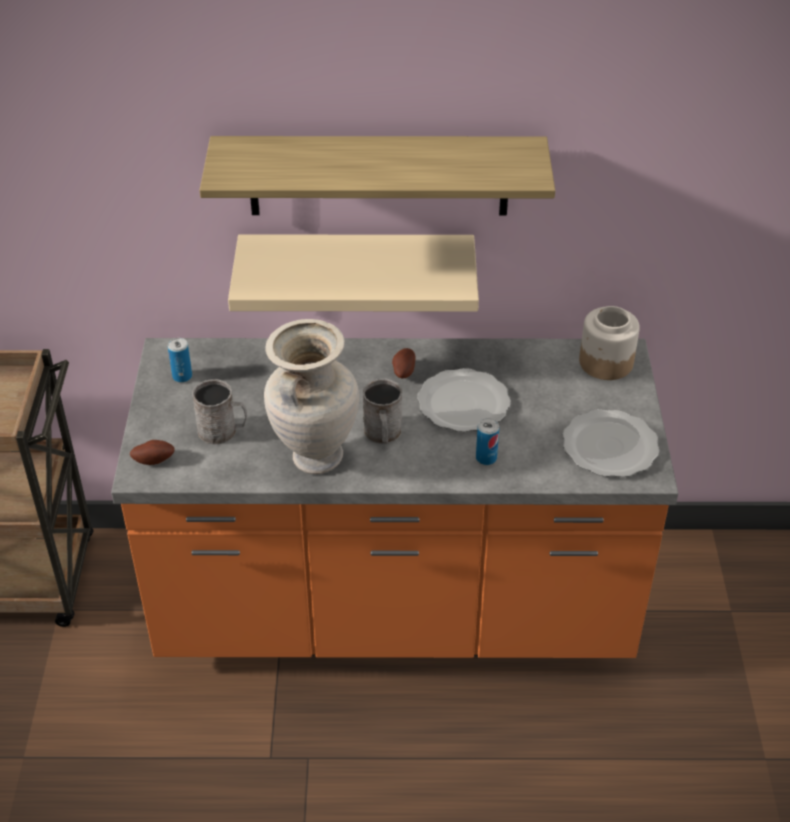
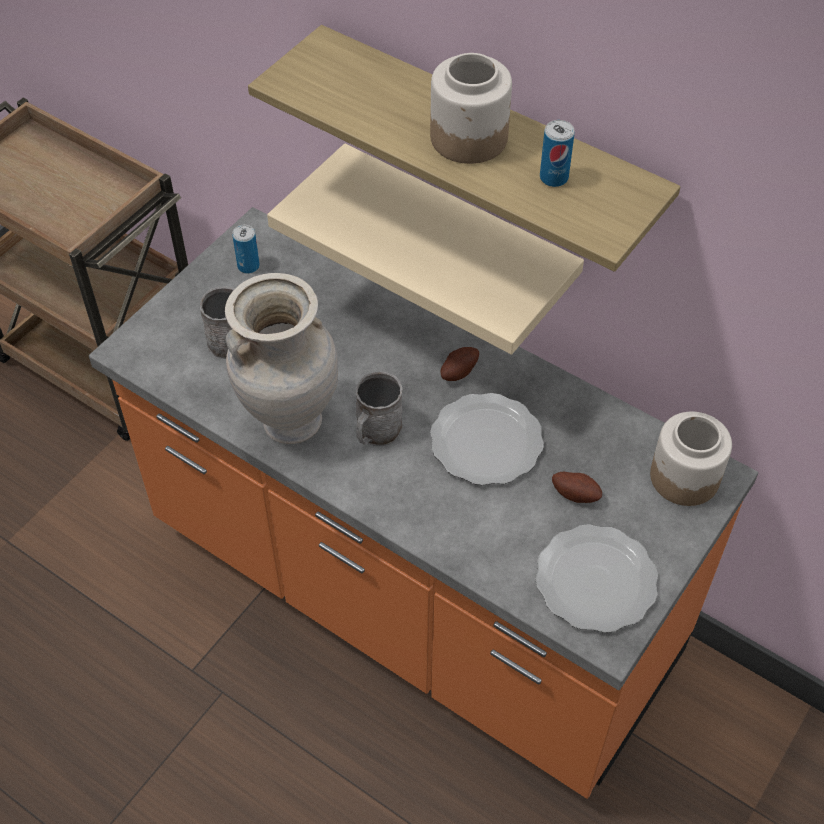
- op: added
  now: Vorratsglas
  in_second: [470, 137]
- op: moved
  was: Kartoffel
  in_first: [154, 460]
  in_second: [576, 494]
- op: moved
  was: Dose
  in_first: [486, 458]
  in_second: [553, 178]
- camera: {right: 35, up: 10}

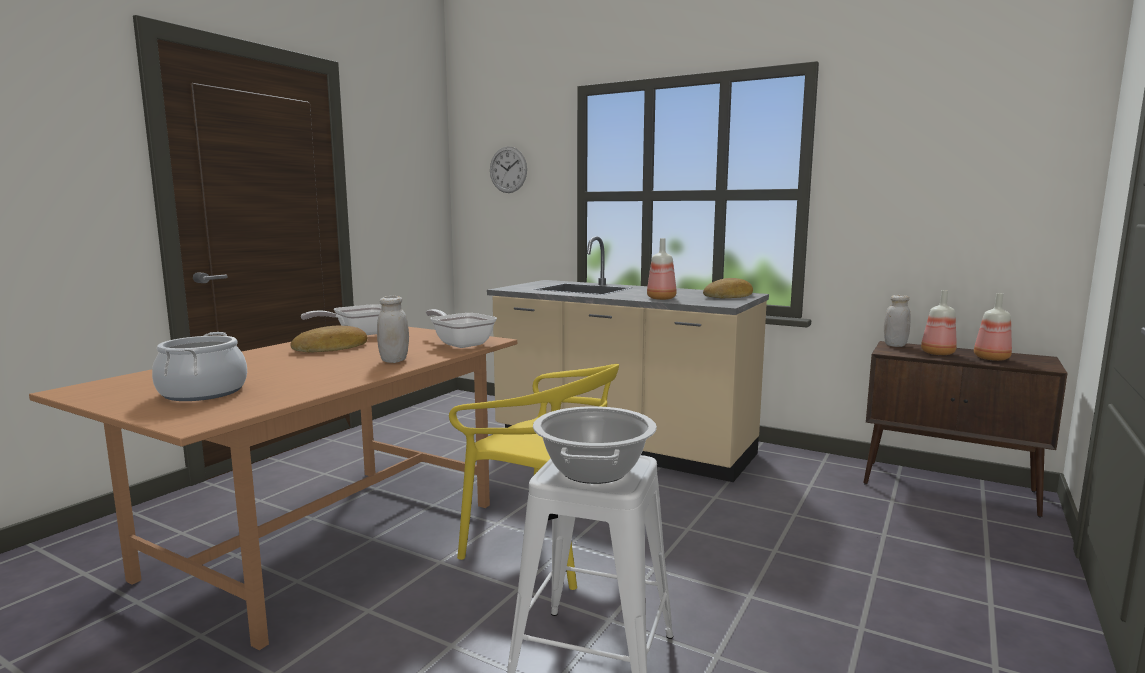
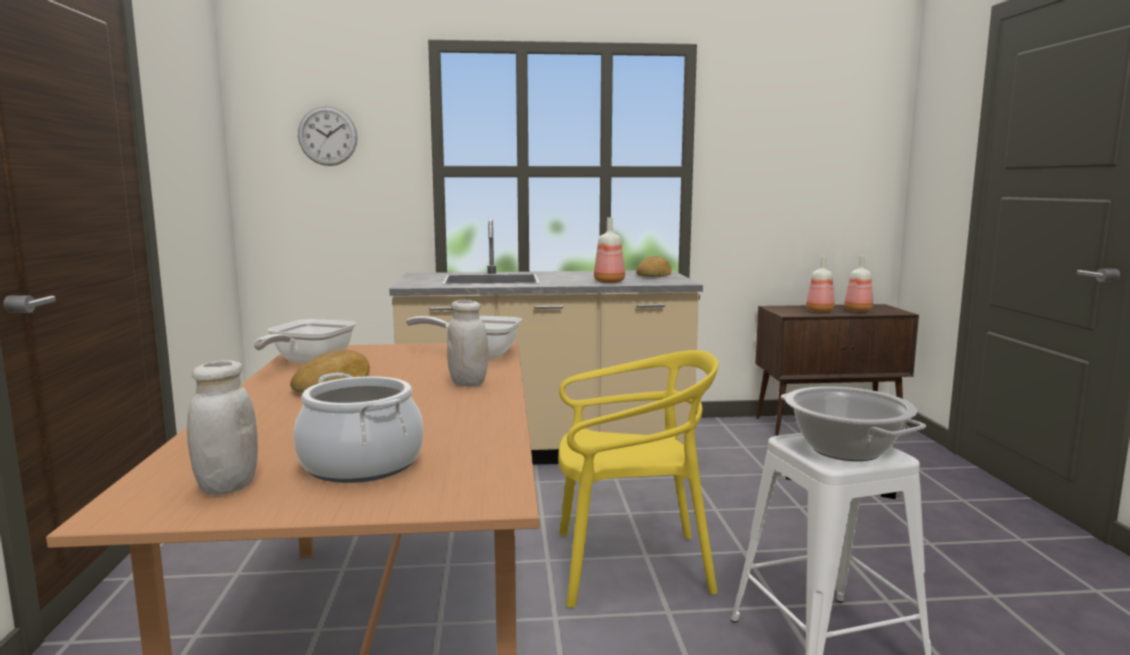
- op: moved
  was: Vorratsglas [weiß]
  in_first: [895, 345]
  in_second: [227, 486]
- camera: {right: -35, up: 0}

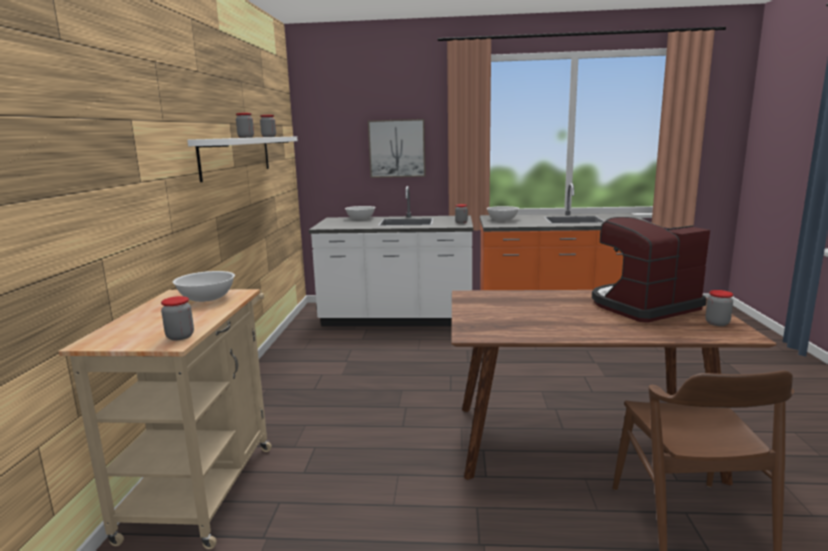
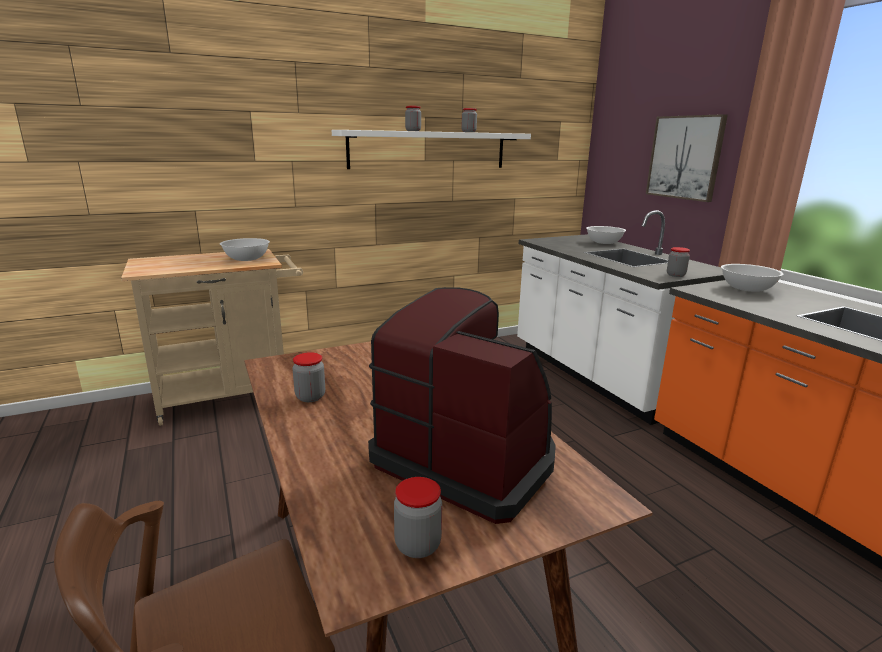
- op: moved
  was: Vorratsglas
  in_first: [180, 336]
  in_second: [310, 397]
- camera: {right: 60, up: 5}

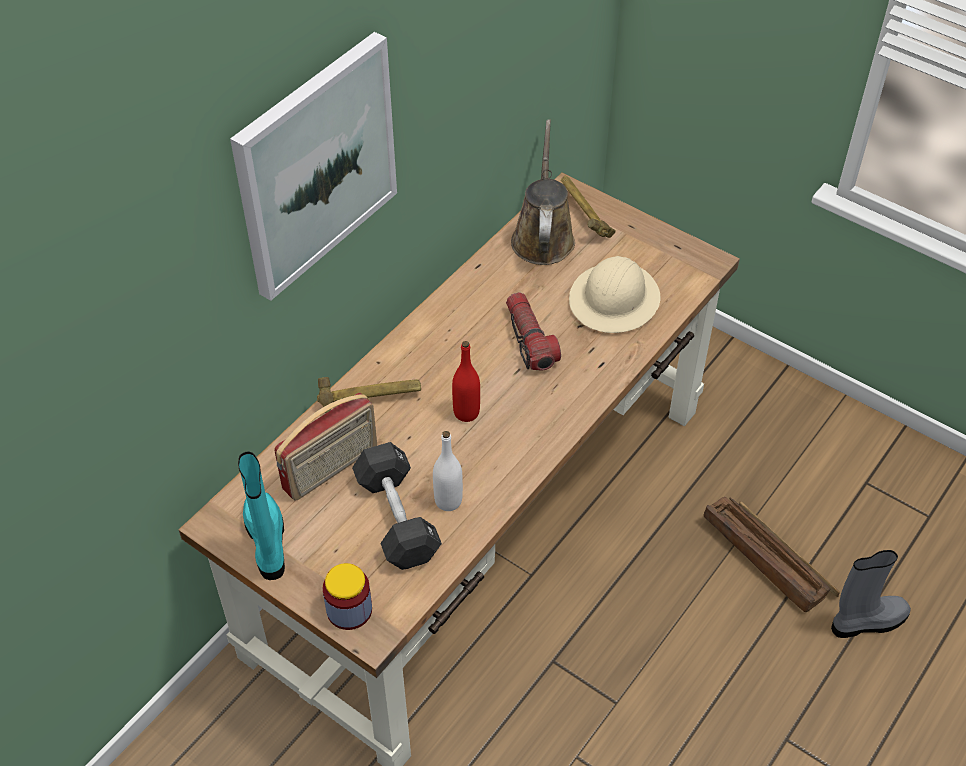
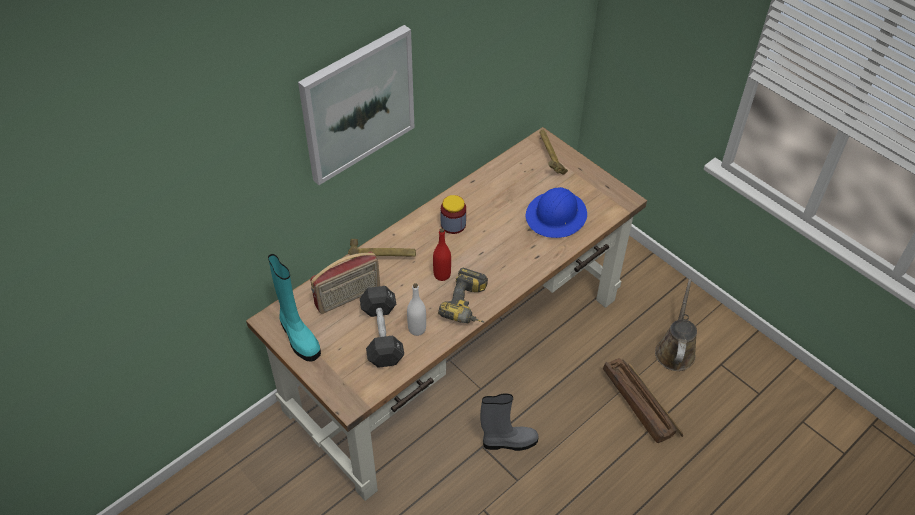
- op: removed
  was: Taschenlampe
  in_first: [530, 340]
- op: added
  now: Bohrmaschine
  in_second: [469, 306]
- op: moved
  was: Vorratsglas
  in_first: [349, 610]
  in_second: [453, 224]
- op: moved
  was: Gießkanne [braun]
  in_first: [543, 237]
  in_second: [675, 350]
- op: moved
  was: Stiefel [grau]
  in_first: [866, 622]
  in_second: [508, 442]
- op: recoloured
  was: Schutzhelm [beige]
  now: Schutzhelm [blau]
  in_first: [614, 300]
  in_second: [556, 216]
- op: turned
  was: Stiefel [türkis]
  in_first: [267, 542]
  in_second: [298, 336]
  clockwise: 150
- camera: {right: 10, up: 0}

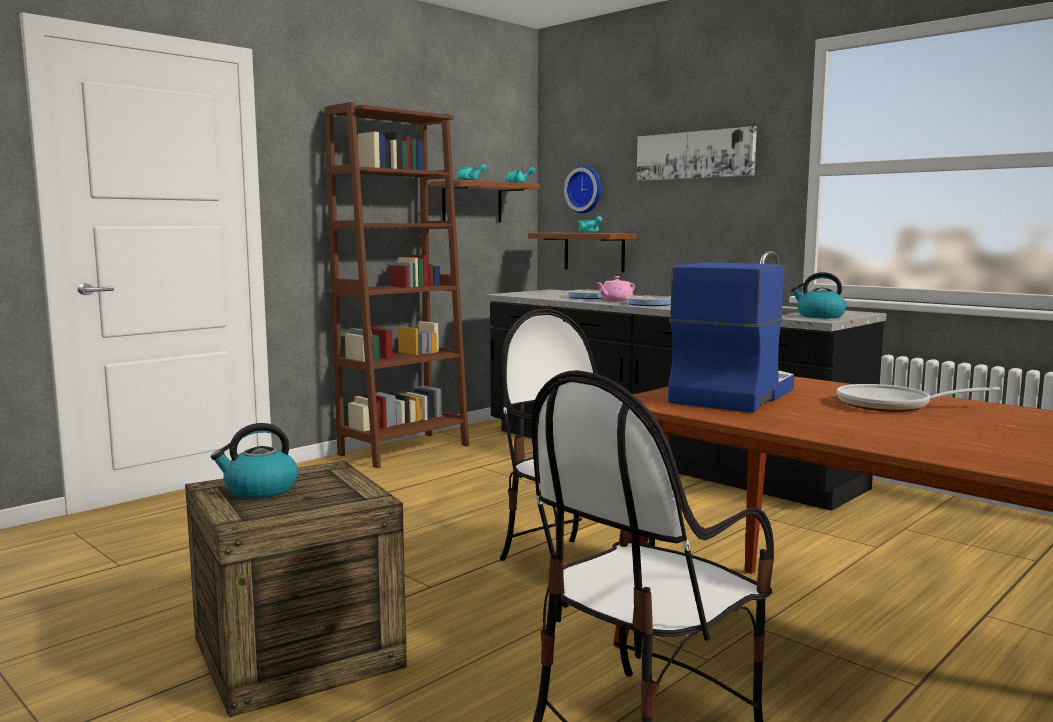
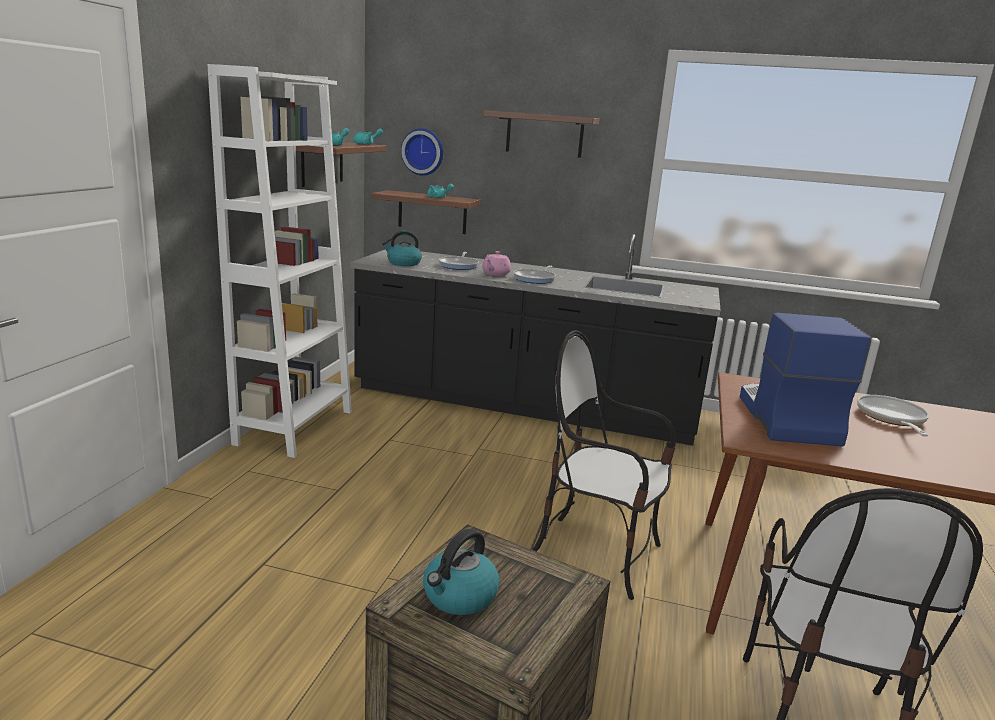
- op: moved
  was: Wasserkessel
  in_first: [819, 316]
  in_second: [403, 263]
- op: replaced
  was: Bild
  now: Wandregal
  in_first: [695, 155]
  in_second: [544, 134]
- op: recoloured
  was: Bücherregal [braun]
  now: Bücherregal [weiß]
  in_first: [404, 450]
  in_second: [295, 427]
- op: turned
  was: Pfanne
  in_first: [891, 405]
  in_second: [892, 418]
  clockwise: 120
- camera: {right: -30, up: 10}

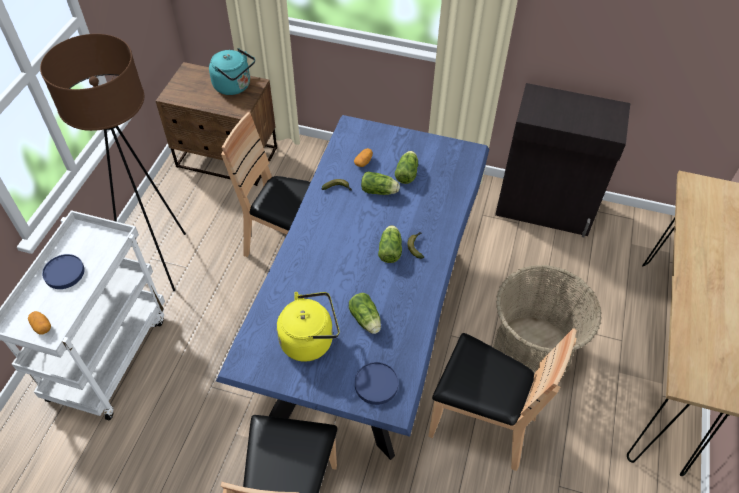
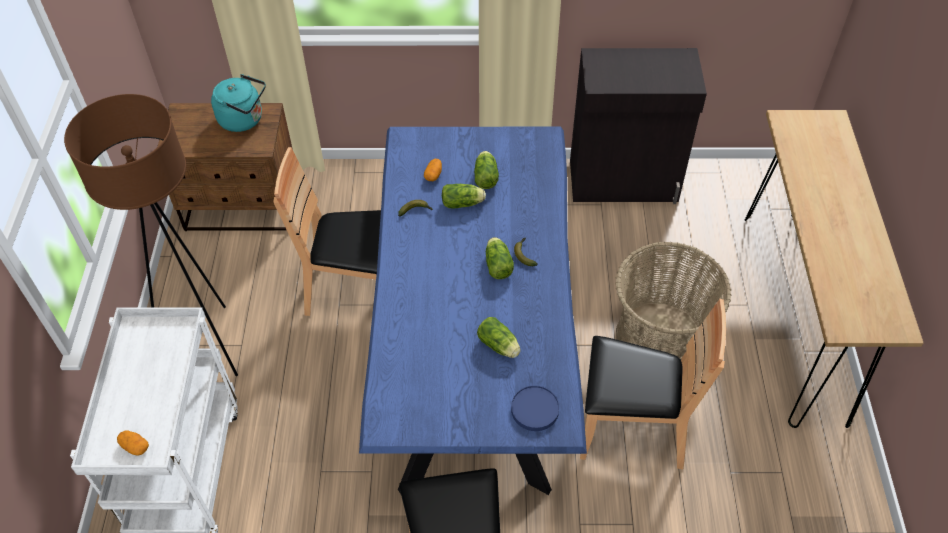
- op: removed
  was: Teller [blau]
  in_first: [64, 273]
- op: removed
  was: Wasserkessel [gelb]
  in_first: [310, 340]
- camera: {right: -15, up: 0}

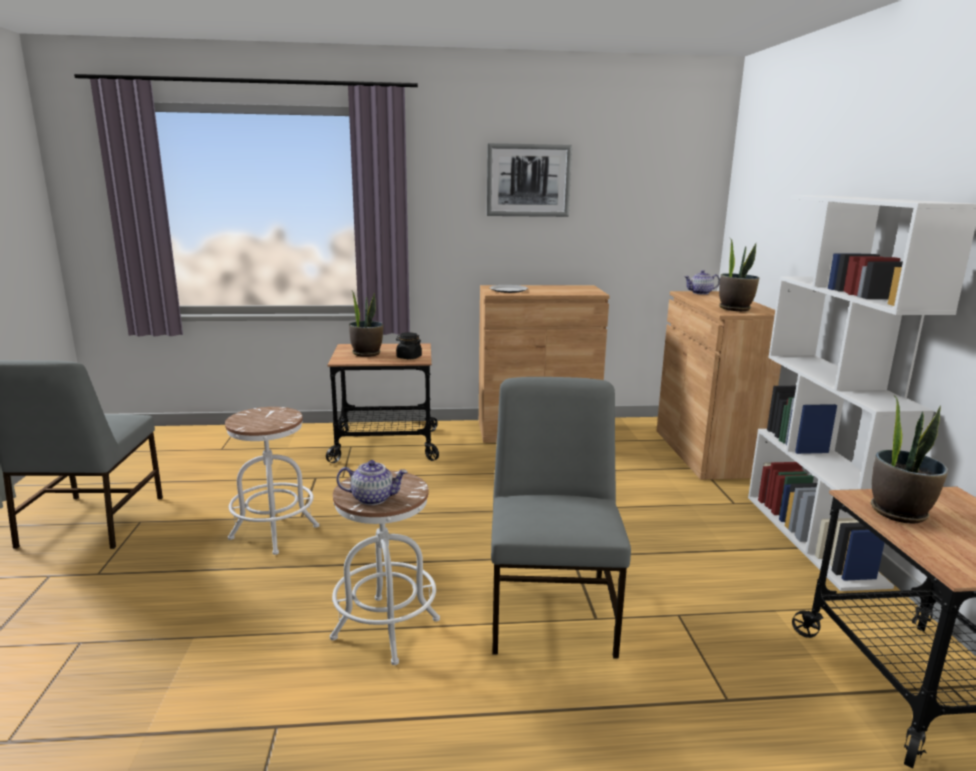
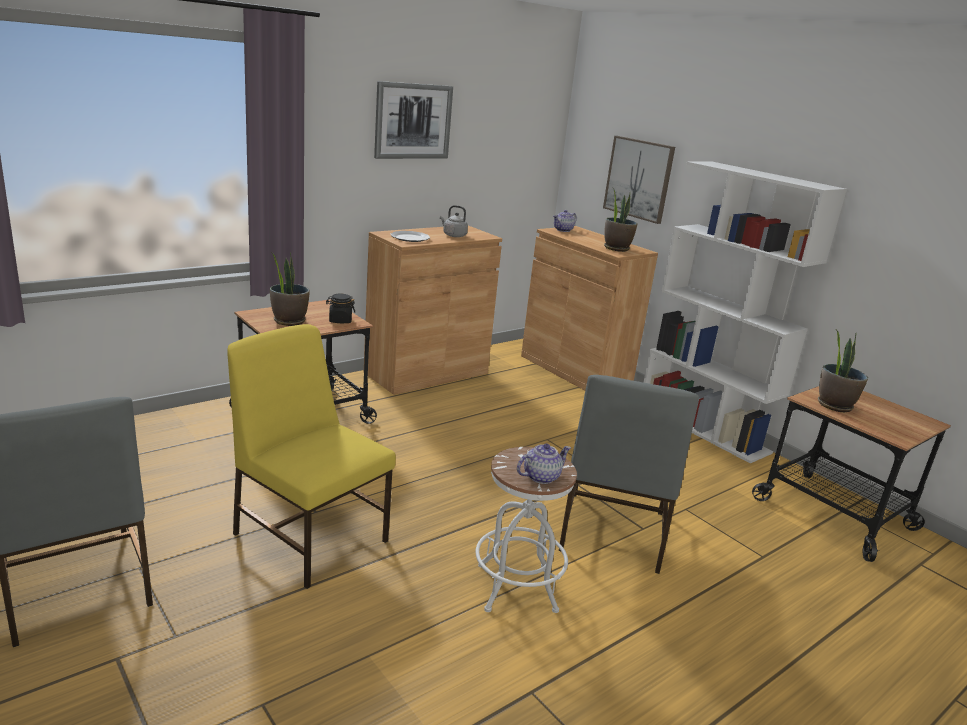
- op: added
  now: Wasserkessel [grau]
  in_second: [453, 235]
- op: added
  now: Bild
  in_second: [639, 179]
- op: replaced
  was: Hocker [weiß]
  now: Stuhl [gelb]
  in_first: [274, 532]
  in_second: [310, 535]
- op: turned
  was: Stuhl [grau]
  in_first: [552, 610]
  in_second: [611, 532]
  clockwise: -135
- camera: {right: -35, up: 5}

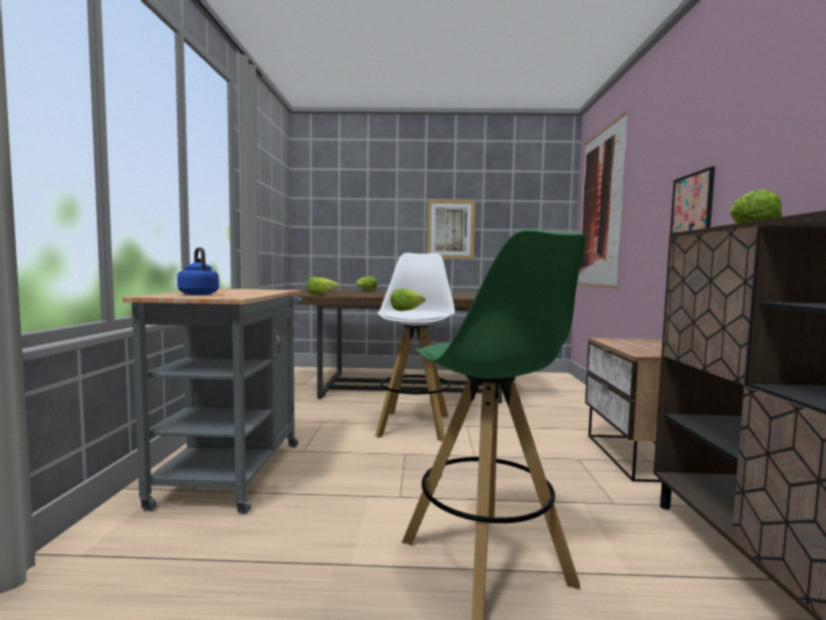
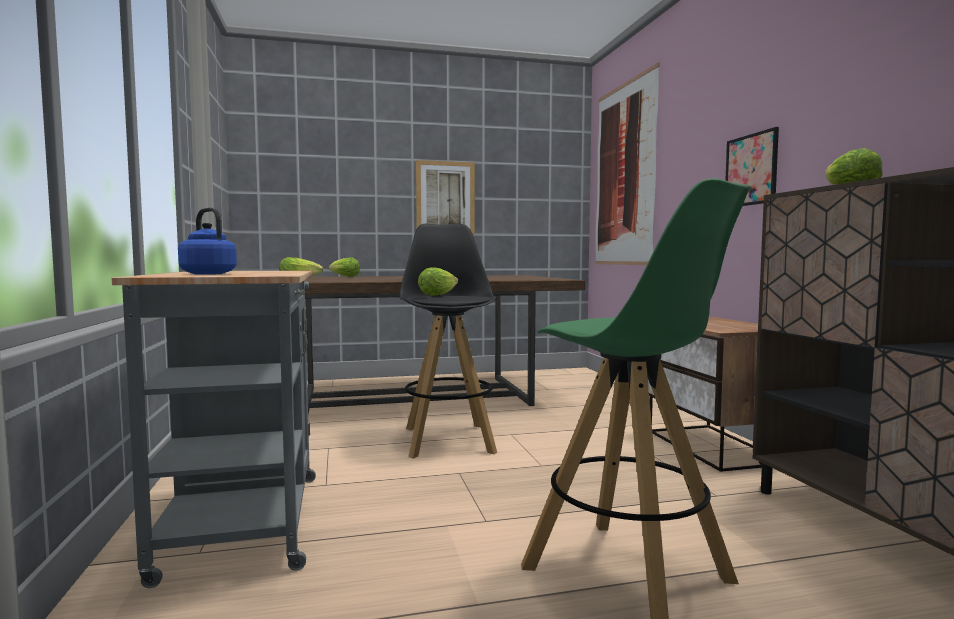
- op: recoloured
  was: Hocker [weiß]
  now: Hocker [schwarz]
  in_first: [414, 425]
  in_second: [448, 439]
- camera: {right: -15, up: 0}

